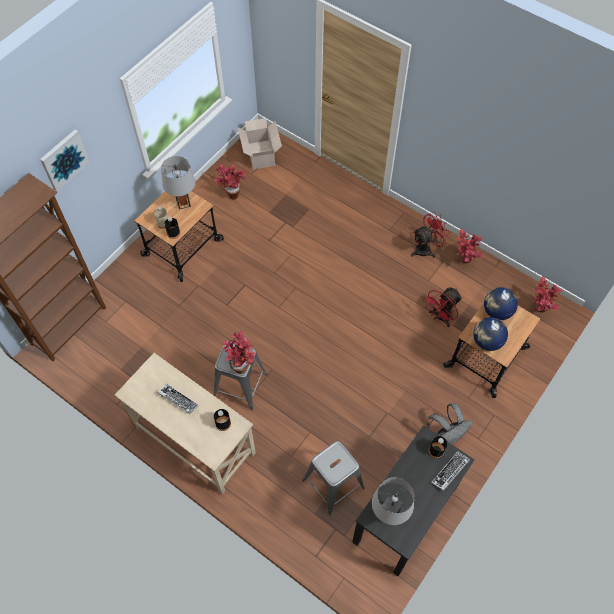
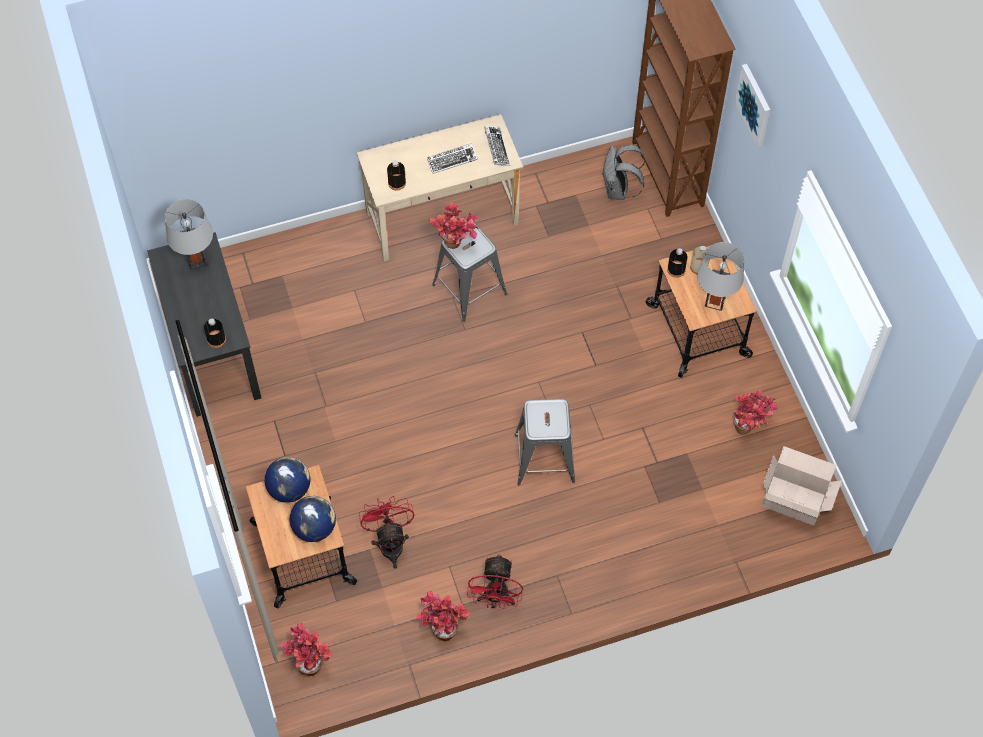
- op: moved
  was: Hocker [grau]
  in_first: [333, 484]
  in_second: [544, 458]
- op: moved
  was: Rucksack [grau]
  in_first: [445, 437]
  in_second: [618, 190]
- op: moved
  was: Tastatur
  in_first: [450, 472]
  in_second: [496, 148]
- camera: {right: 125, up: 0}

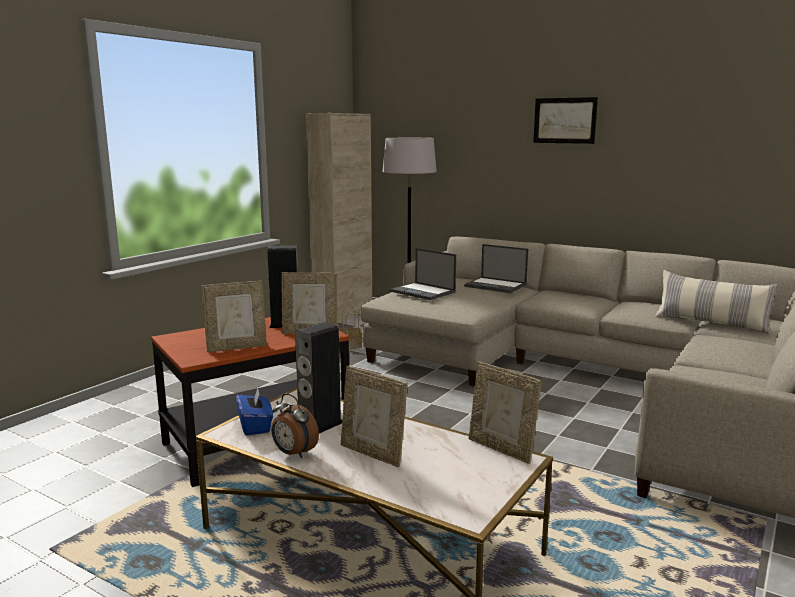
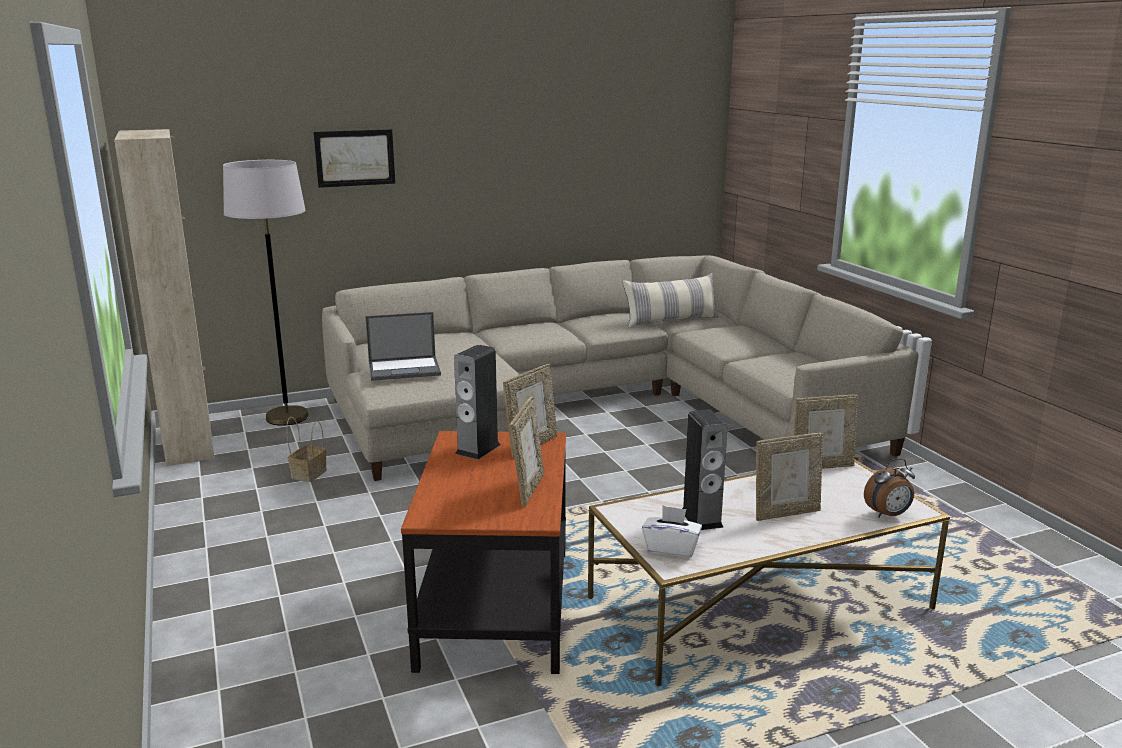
- op: removed
  was: Laptop
  in_first: [496, 286]
- op: moved
  was: Wecker
  in_first: [293, 453]
  in_second: [888, 515]
- op: moved
  was: Bild
  in_first: [564, 120]
  in_second: [355, 158]
- op: recoloured
  was: Taschentuchbox [blau]
  now: Taschentuchbox [weiß]
  in_first: [255, 426]
  in_second: [671, 548]
- camera: {right: -55, up: 5}

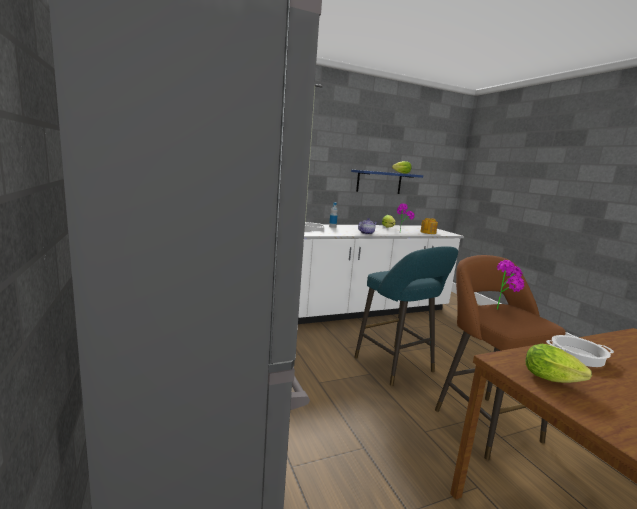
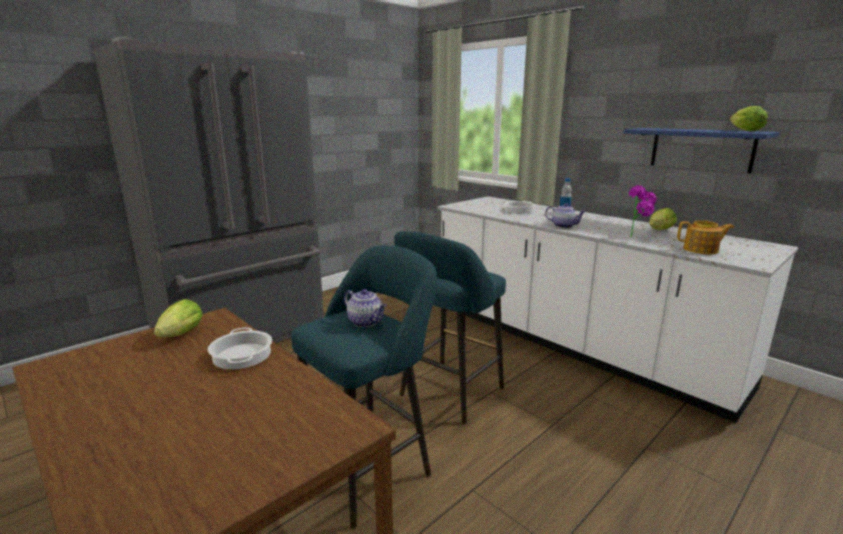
- op: replaced
  was: Topfpflanze
  now: Teekanne
  in_first: [504, 310]
  in_second: [366, 322]
- op: recoloured
  was: Hocker [braun]
  now: Hocker [türkis]
  in_first: [482, 421]
  in_second: [370, 468]
- camera: {right: 70, up: 5}

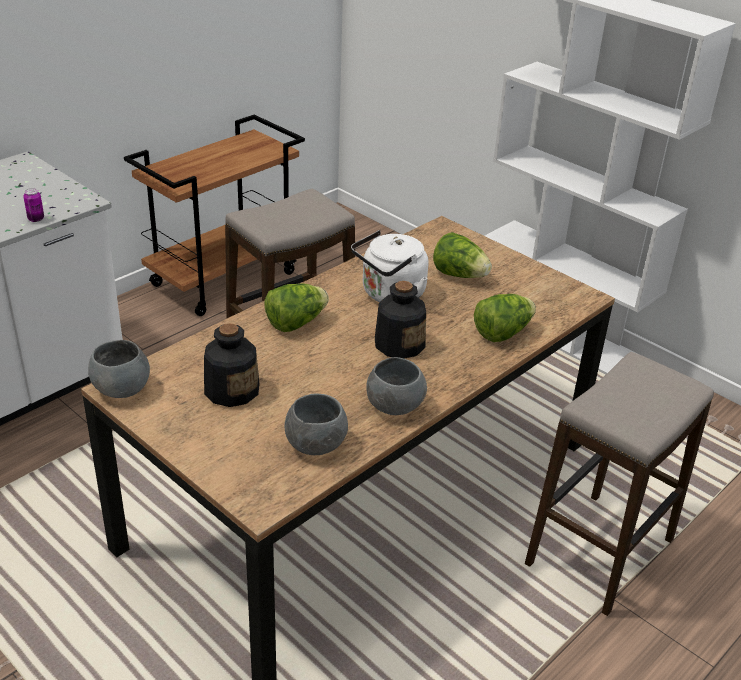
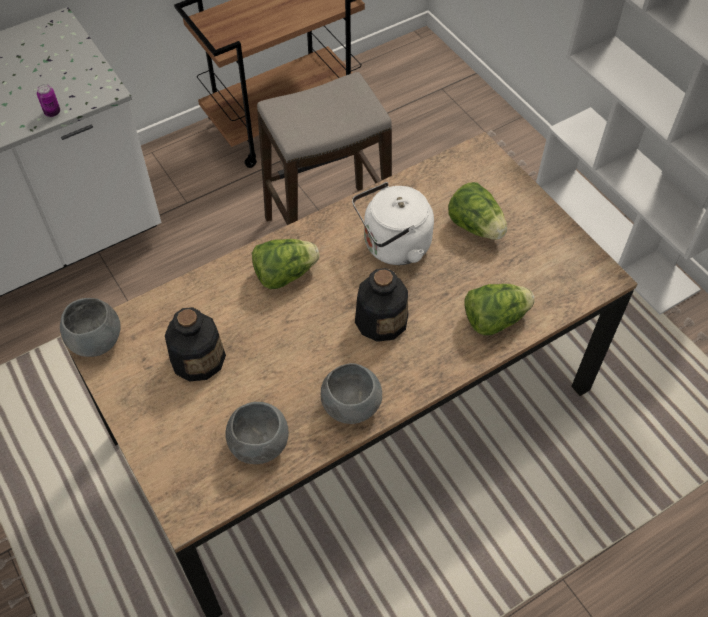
- op: removed
  was: Hocker
  in_first: [600, 552]
- camera: {right: 15, up: 20}

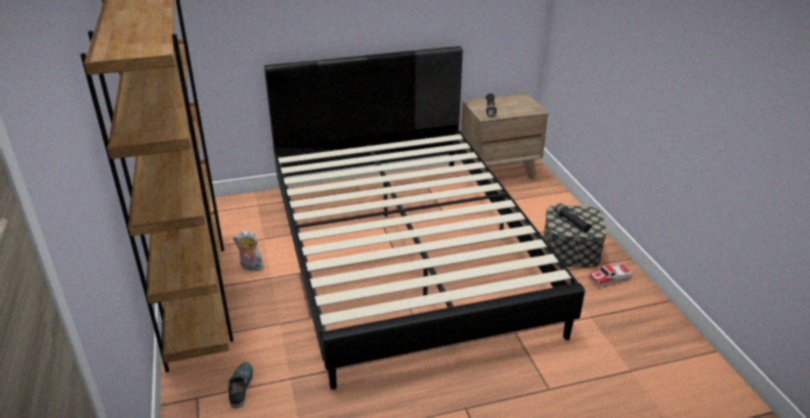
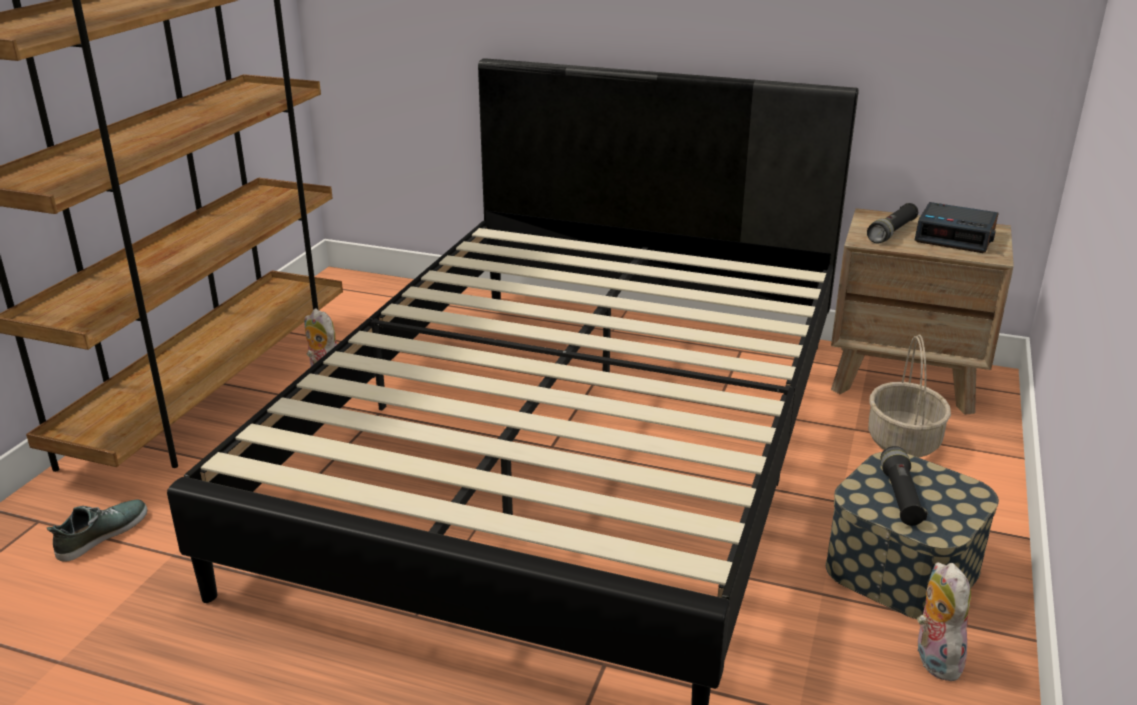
- op: added
  now: Korb
  in_second: [904, 441]
- op: added
  now: Wecker
  in_second: [956, 237]
- op: replaced
  was: Spielzeugauto
  now: Plüschtier
  in_first: [609, 278]
  in_second: [933, 658]
- camera: {right: 35, up: -5}

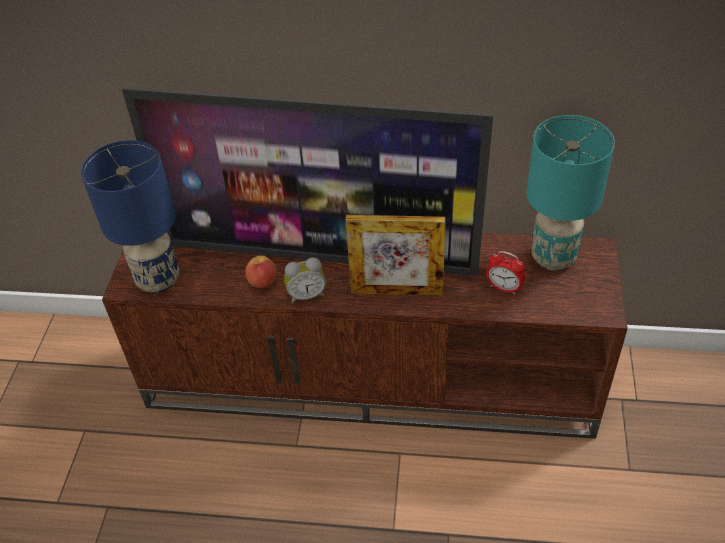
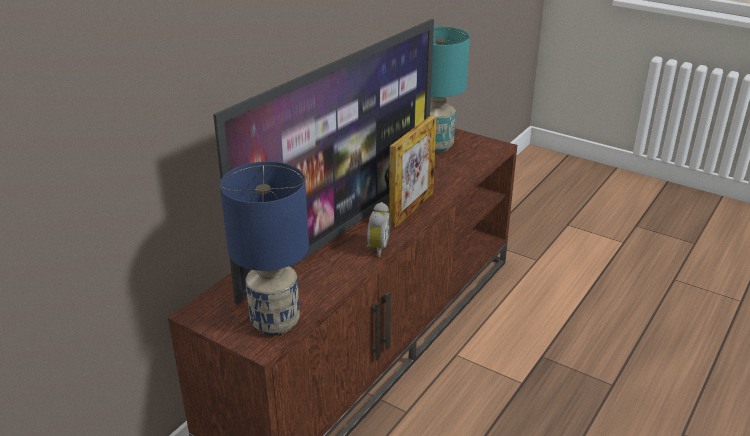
- op: removed
  was: Apfel
  in_first: [263, 282]
- op: removed
  was: Wecker
  in_first: [504, 288]
- camera: {right: -65, up: -15}

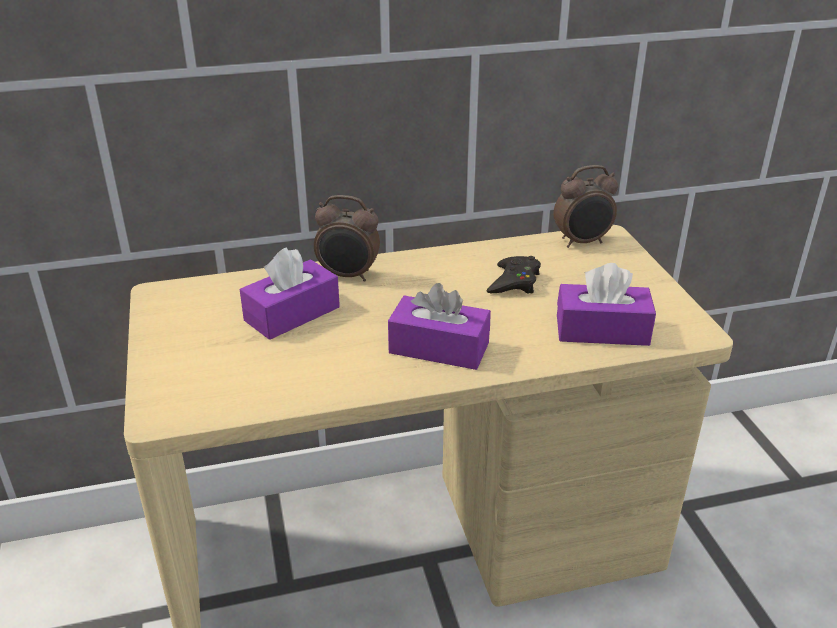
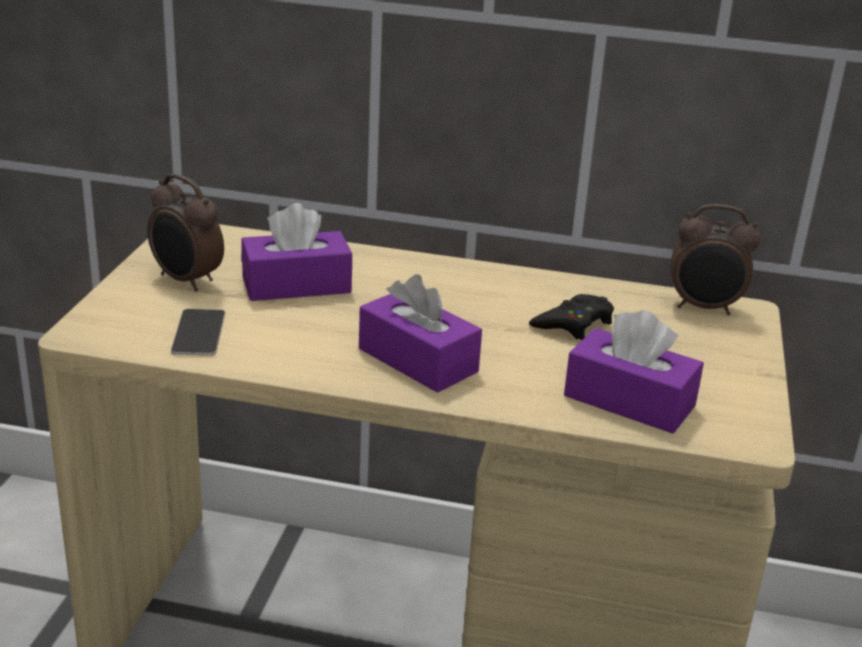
- op: added
  now: Handy
  in_second: [198, 332]
- op: moved
  was: Wecker
  in_first: [348, 276]
  in_second: [186, 281]
- camera: {right: 25, up: -5}

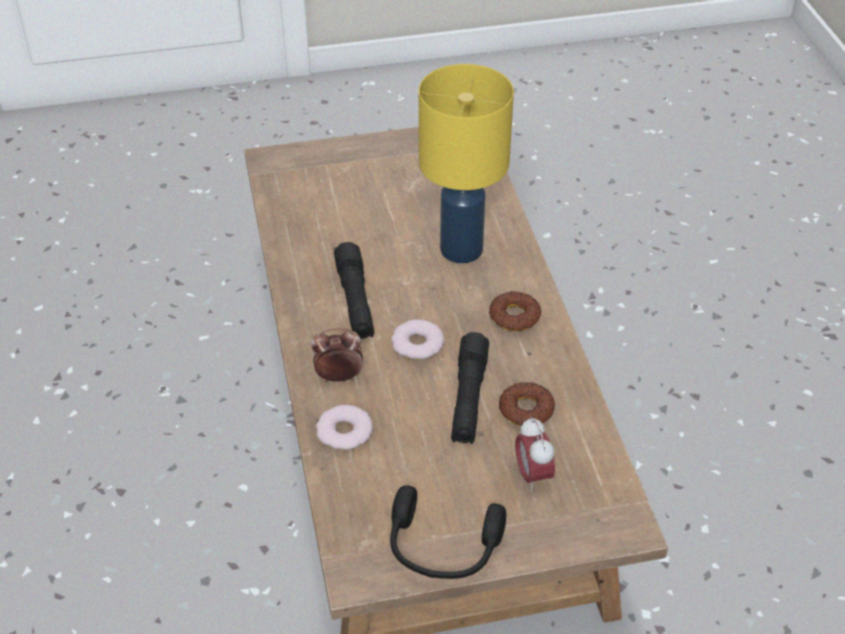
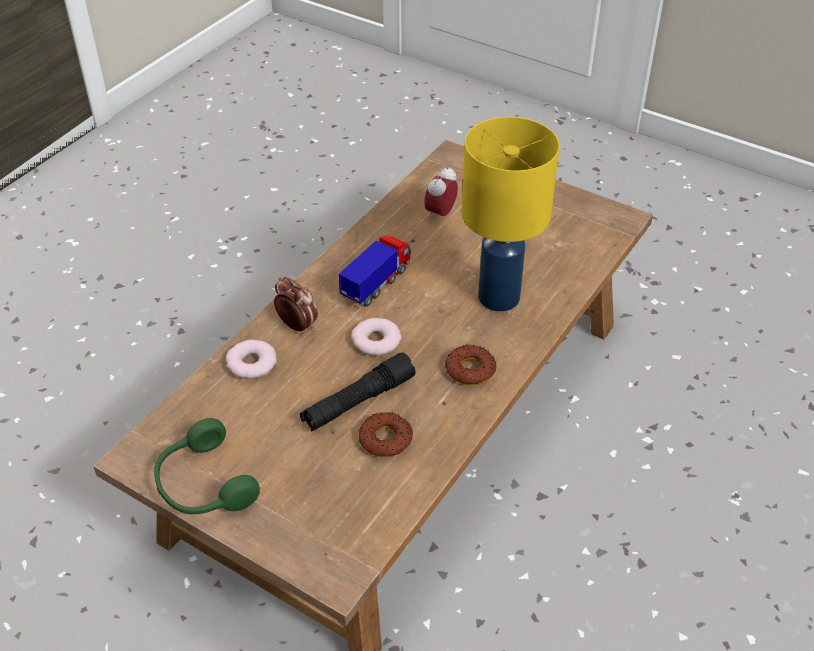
- op: moved
  was: Wecker
  in_first: [532, 475]
  in_second: [440, 214]
- op: replaced
  was: Taschenlampe [schwarz]
  now: Spielzeuglaster
  in_first: [355, 301]
  in_second: [376, 284]
- op: recoloured
  was: Kopfhörer [schwarz]
  now: Kopfhörer [grün]
  in_first: [442, 549]
  in_second: [202, 485]
- camera: {right: 45, up: 0}

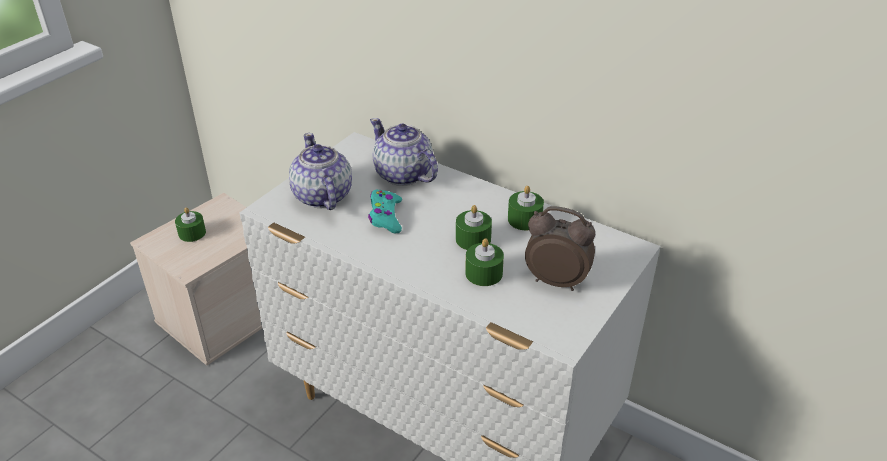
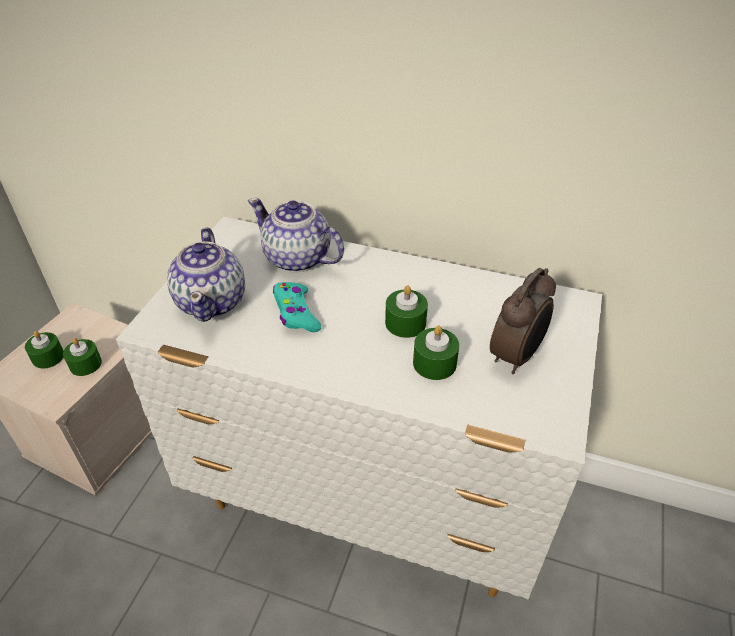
- op: moved
  was: Kerze [grün]
  in_first: [524, 219]
  in_second: [85, 364]
- op: turned
  was: Teekanne
  in_first: [322, 197]
  in_second: [212, 301]
  clockwise: -150
- op: turned
  was: Wecker
  in_first: [556, 280]
  in_second: [516, 356]
  clockwise: 120
- camera: {right: -15, up: 5}

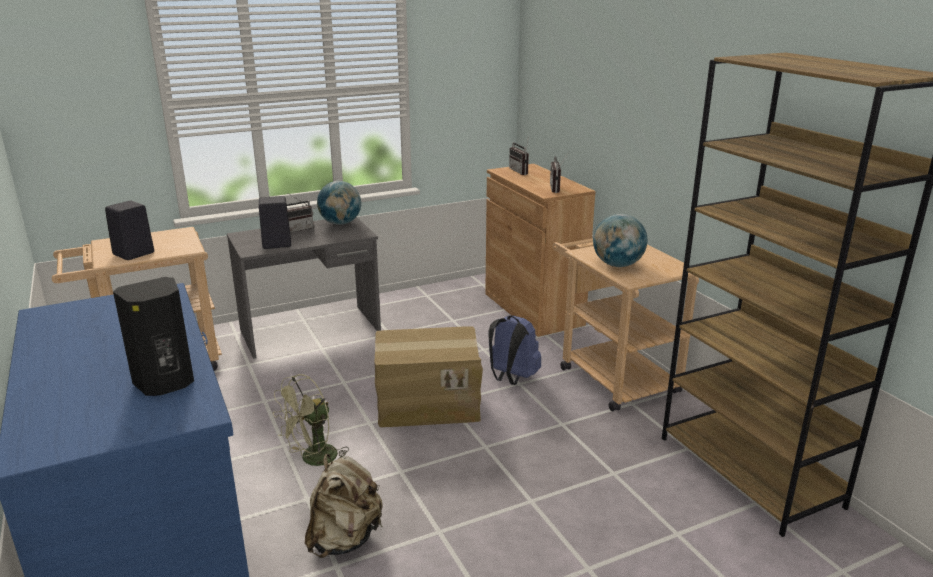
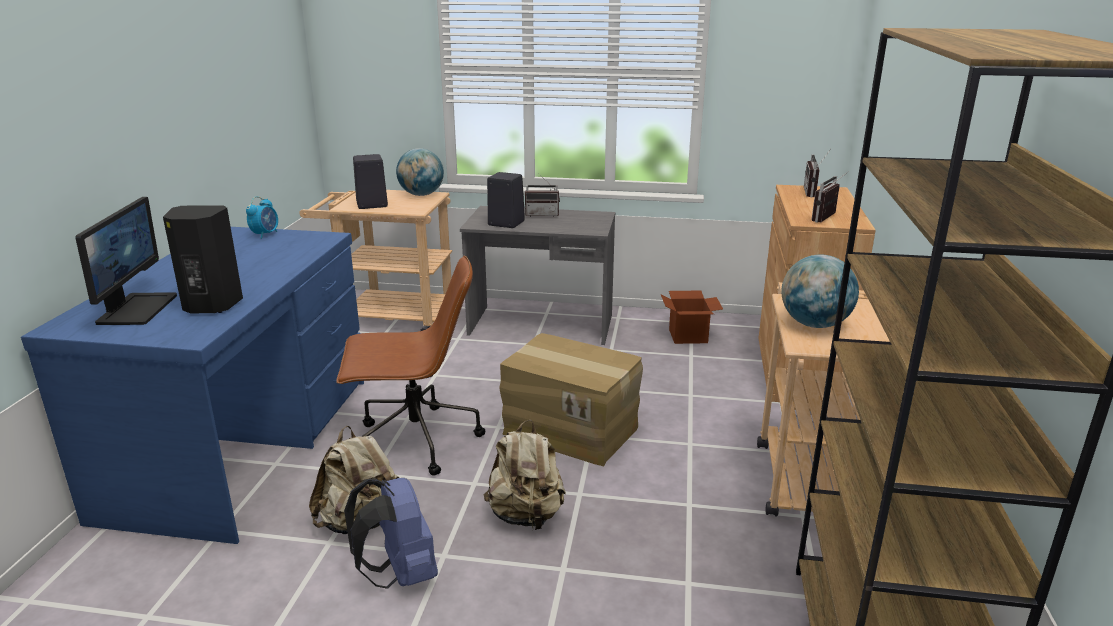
- op: added
  now: Monitor
  in_second: [136, 309]
- op: added
  now: Wecker
  in_second: [265, 234]
- op: added
  now: Rucksack [beige]
  in_second: [526, 515]
- op: added
  now: Karton
  in_second: [688, 336]
- op: moved
  was: Globus
  in_first: [340, 223]
  in_second: [421, 195]
- op: moved
  was: Rucksack [blau]
  in_first: [511, 378]
  in_second: [400, 574]
- op: replaced
  was: Ventilator [grün]
  now: Bürostuhl [braun]
  in_first: [313, 460]
  in_second: [415, 441]
- camera: {right: 35, up: 0}

